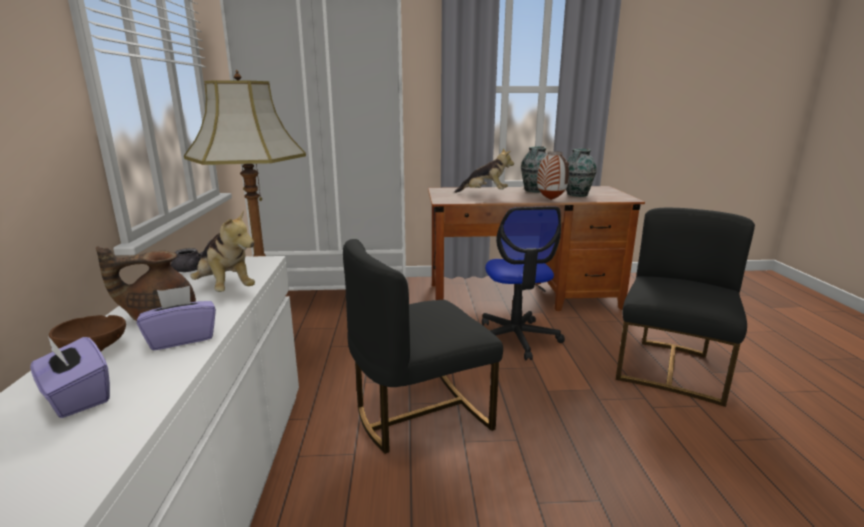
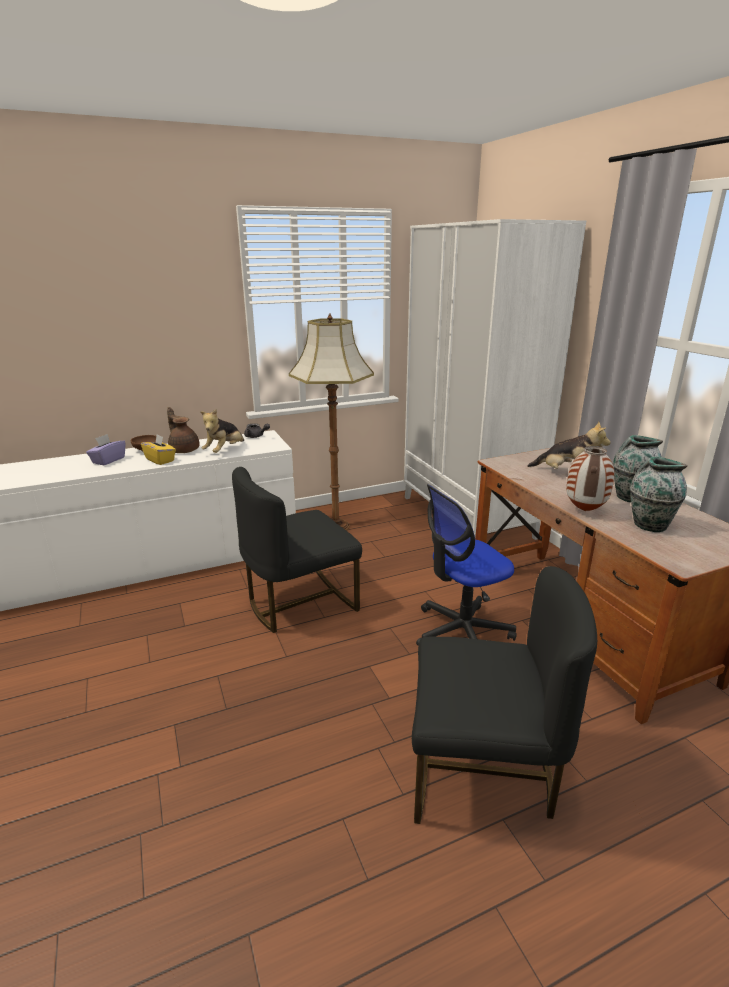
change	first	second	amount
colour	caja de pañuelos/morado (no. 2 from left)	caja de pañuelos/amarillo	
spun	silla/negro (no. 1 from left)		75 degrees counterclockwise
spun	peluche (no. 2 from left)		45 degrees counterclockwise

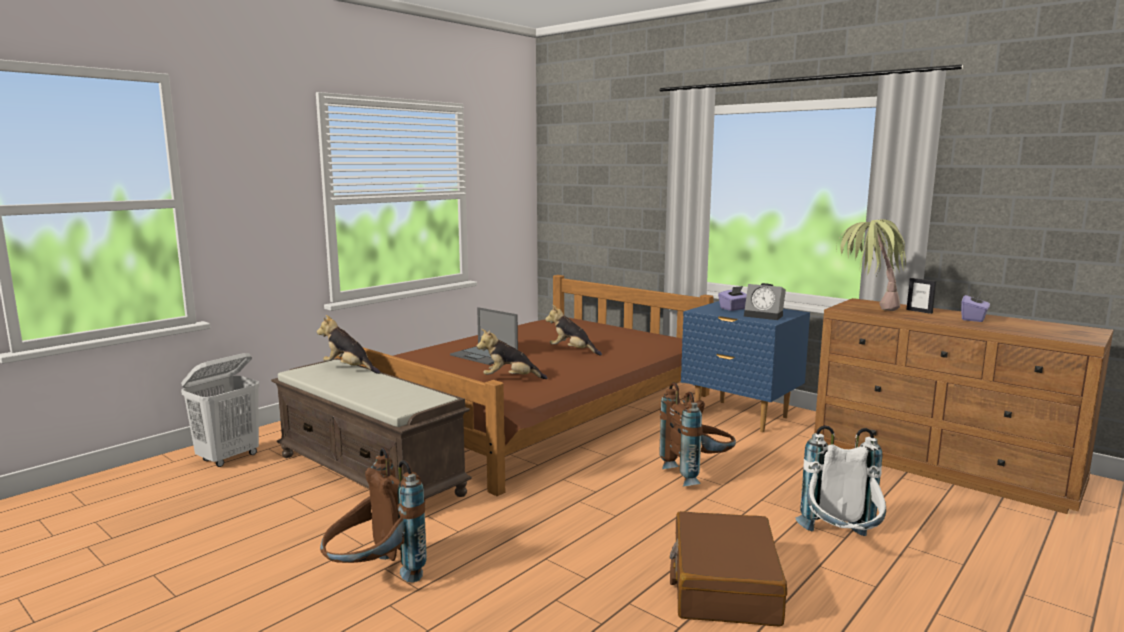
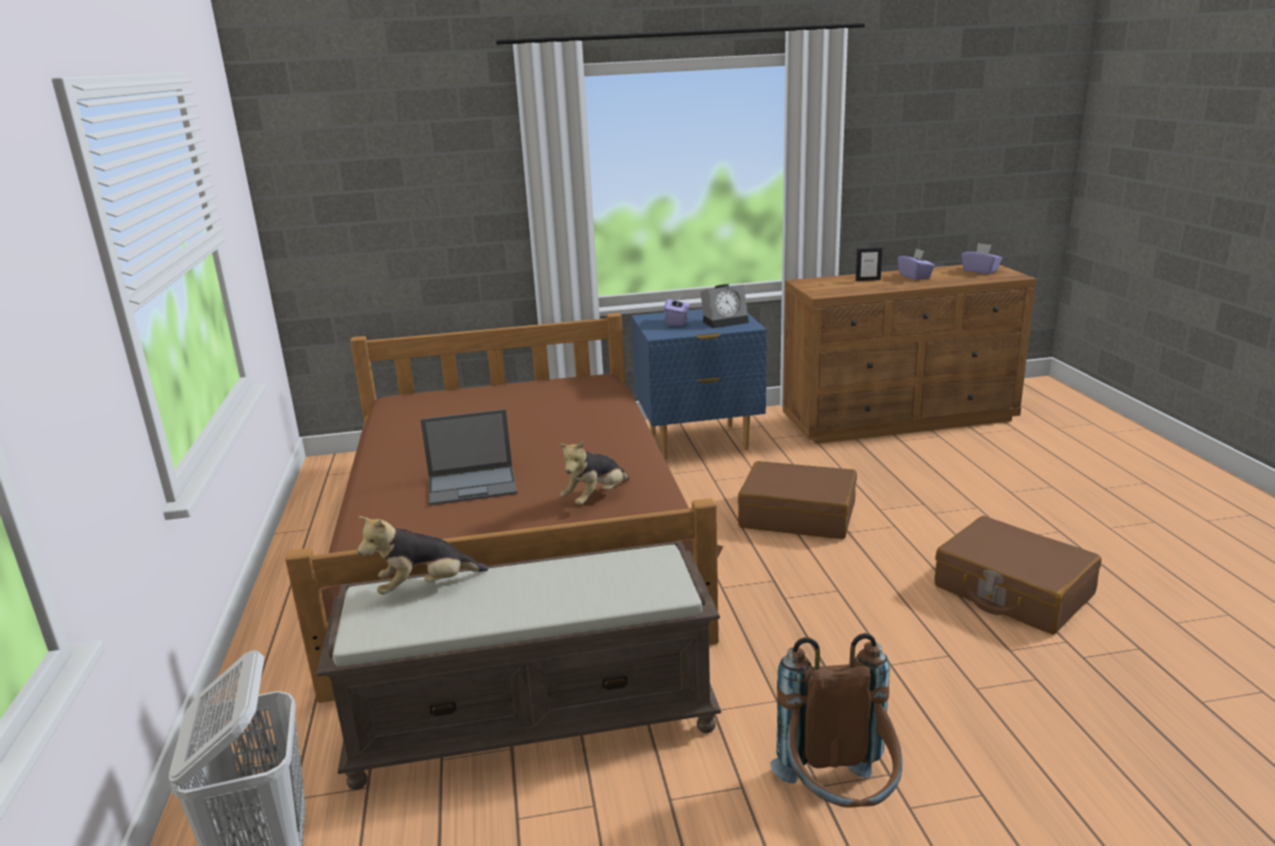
change	first	second	amount
missing	peluche (no. 3 from left)		
missing	mochila/blanco		
missing	planta en maceta		
appeared		caja de pañuelos/morado (no. 3 from left)	
exchanged	mochila/marrón (no. 2 from left)	maleta/marrón (no. 1 from left)	

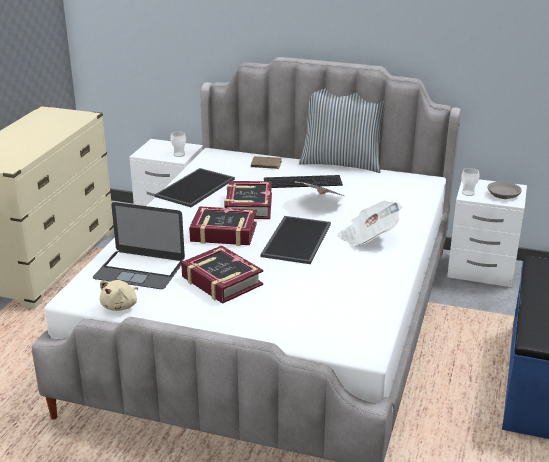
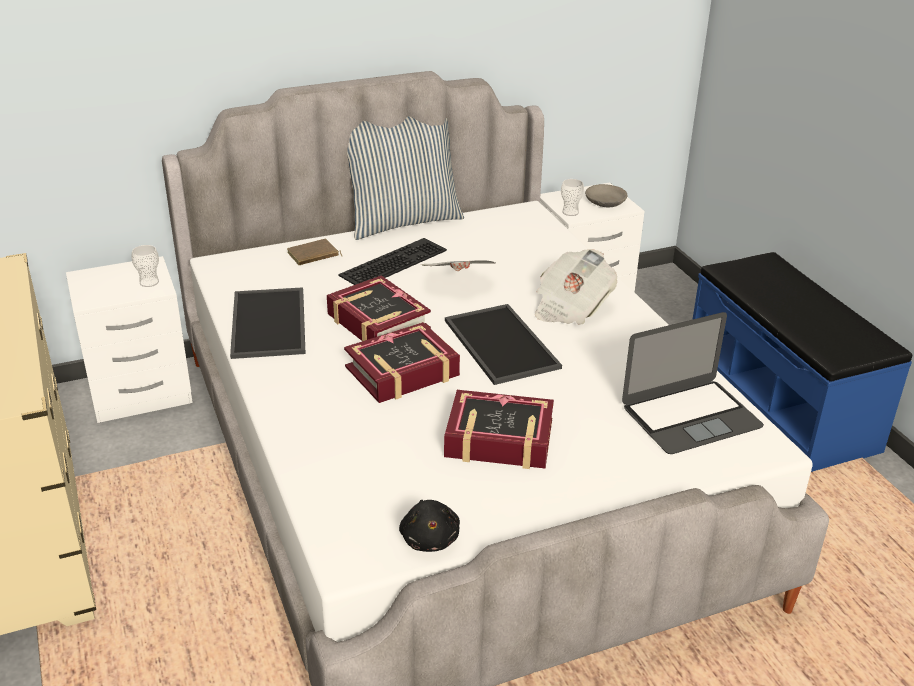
change	first	second	amount
relocated	portátil		
colour	peluche/beis	peluche/negro	

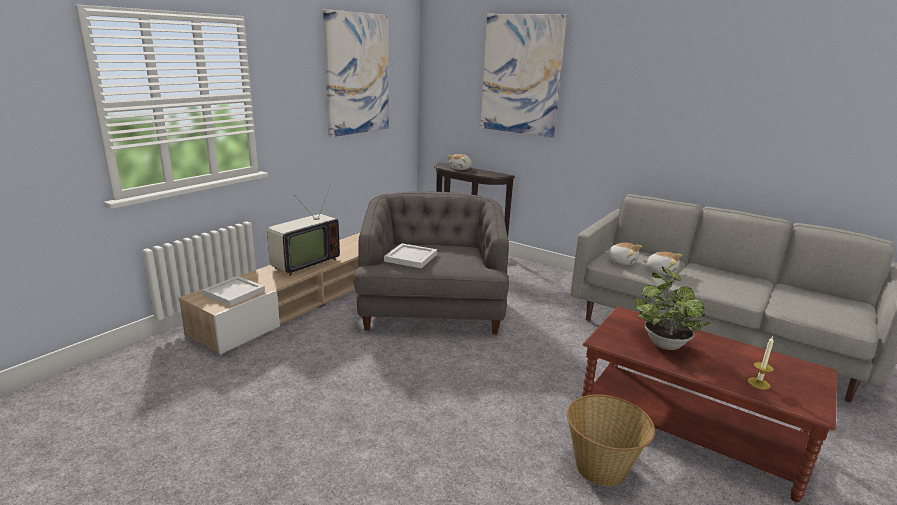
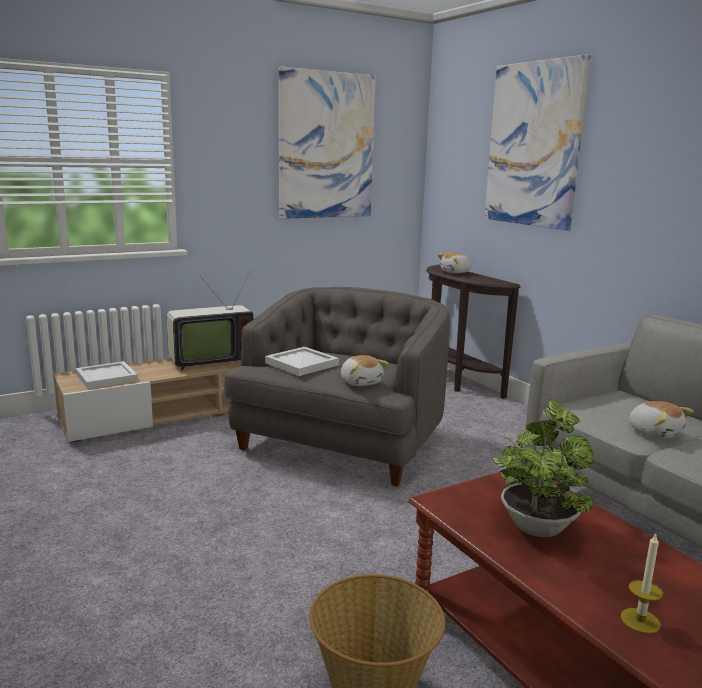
change	first	second	amount
relocated	peluche (no. 2 from left in the first image)	peluche (no. 1 from left)	

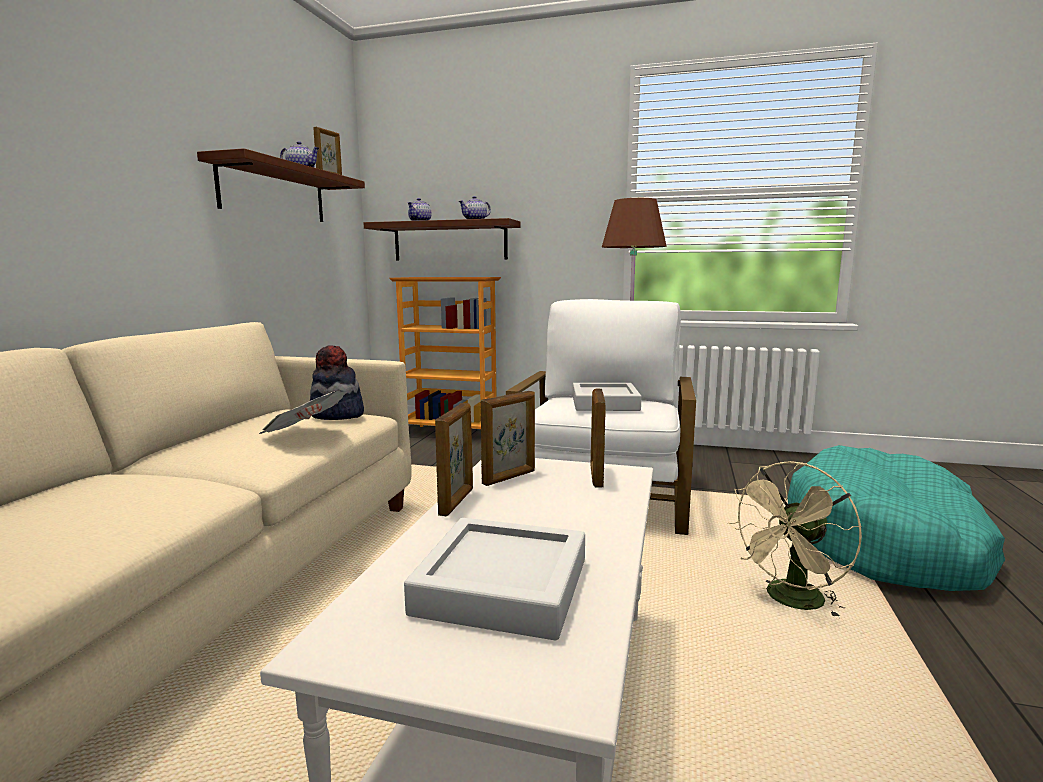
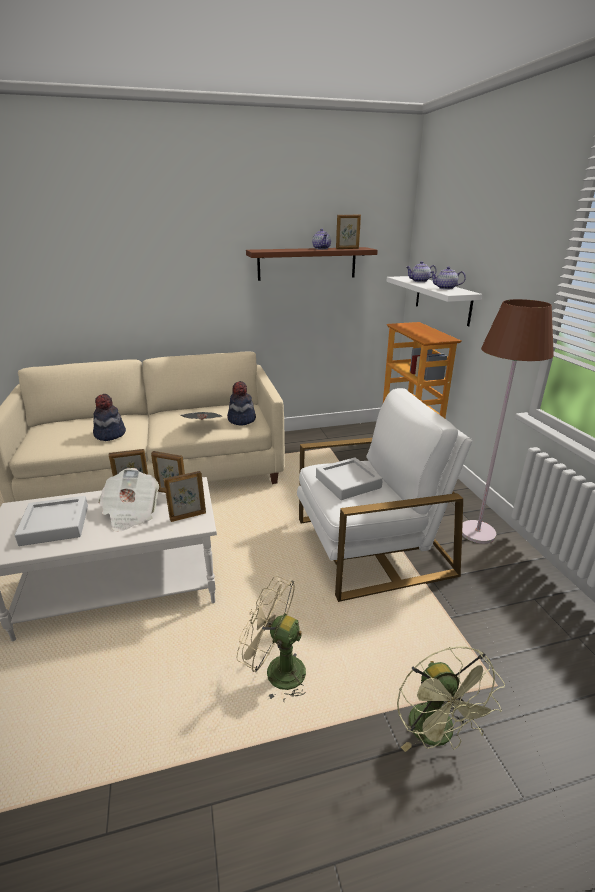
change	first	second	amount
appeared		sombrero (no. 1 from left)	
appeared		periódico (no. 1 from left)	
exchanged	cama para perro/turquesa	ventilador/verde	
colour	estante/marrón (no. 2 from left)	estante/blanco	

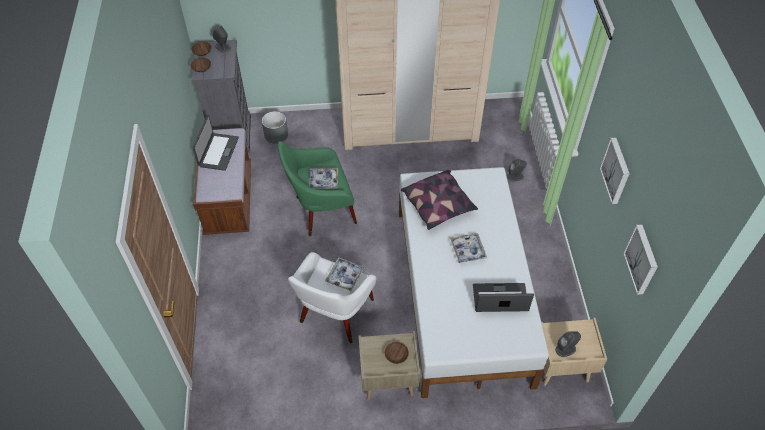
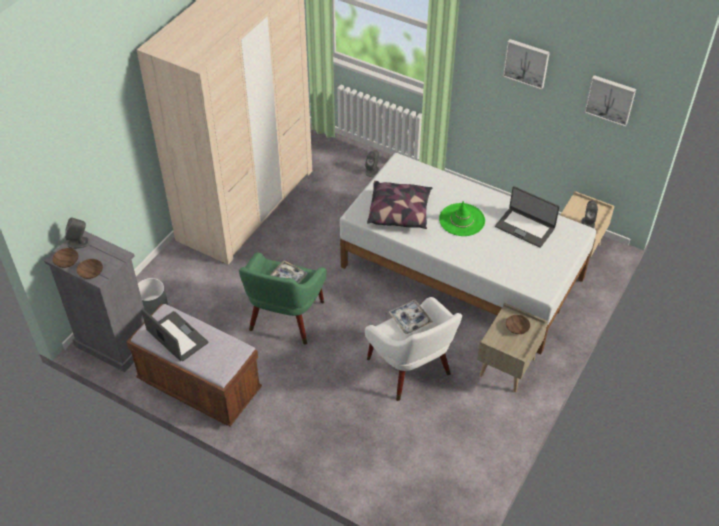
change	first	second	amount
exchanged	bandeja (no. 3 from left)	sombrero/verde	
spun	portátil (no. 2 from left)		90 degrees counterclockwise

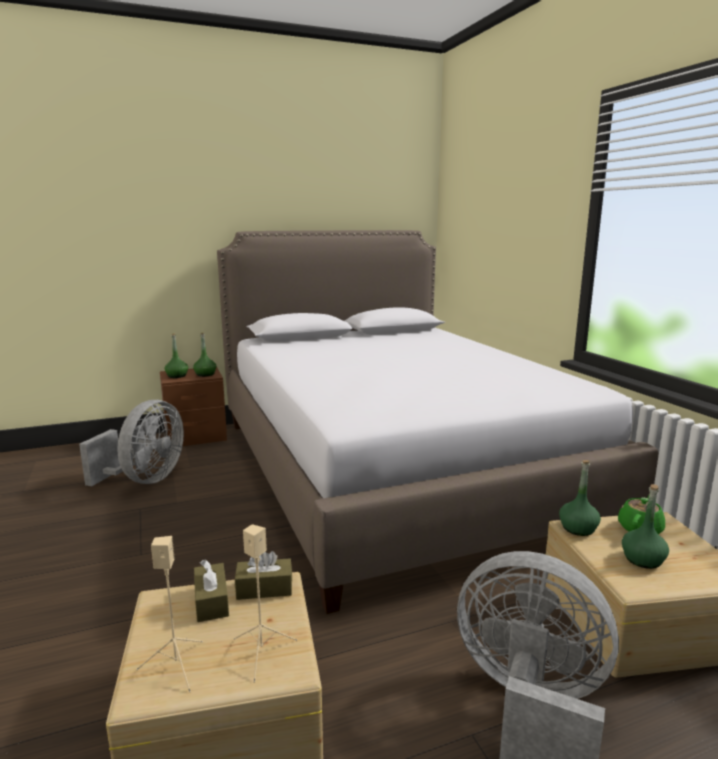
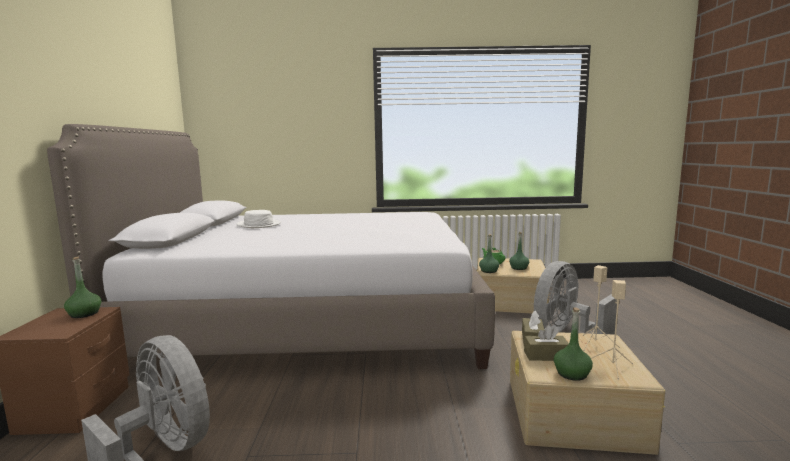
change	first	second	amount
appeared		sombrero/blanco	
relocated	botella/verde (no. 1 from left in the first image)	botella/verde (no. 4 from left)	

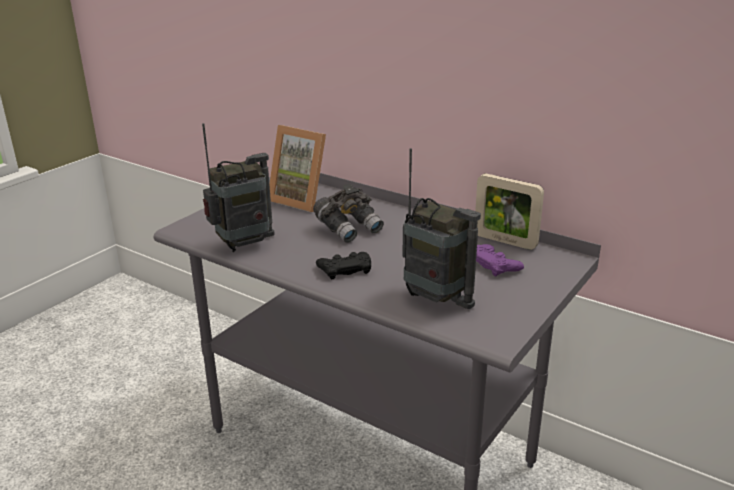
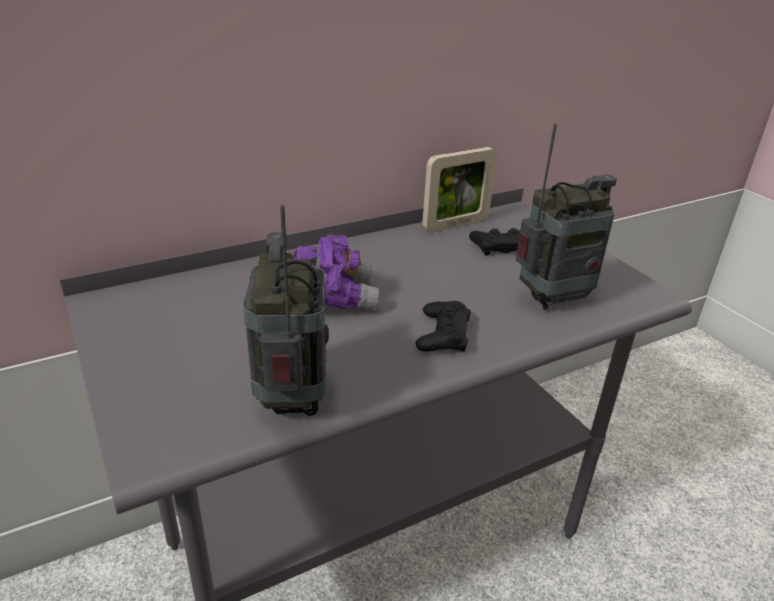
change	first	second	amount
missing	portarretratos (no. 1 from left)		
colour	prismáticos/gris	prismáticos/morado	
colour	mando de consola/morado	mando de consola/negro (no. 2 from left)	

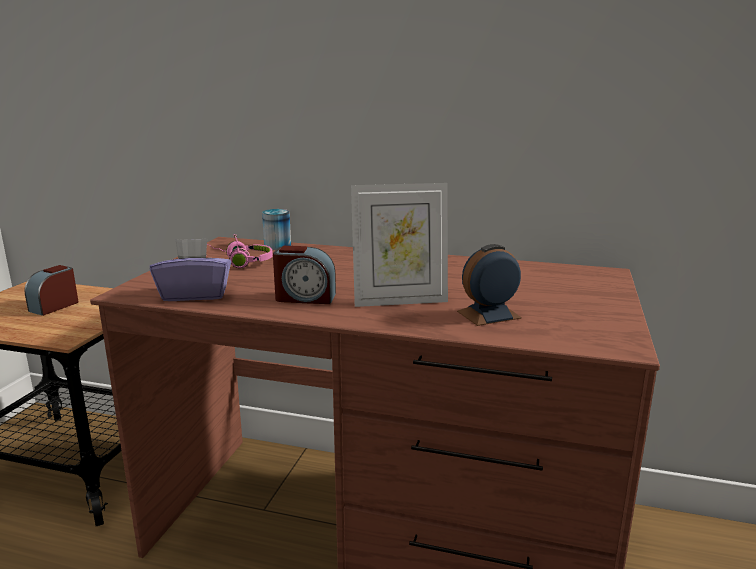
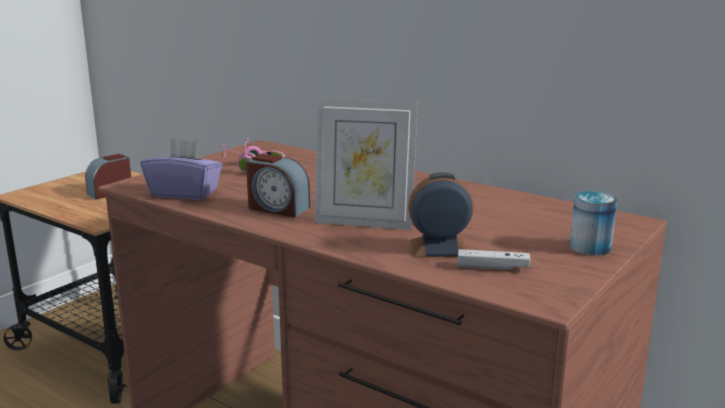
change	first	second	amount
appeared		mando de consola/blanco	
relocated	lata		

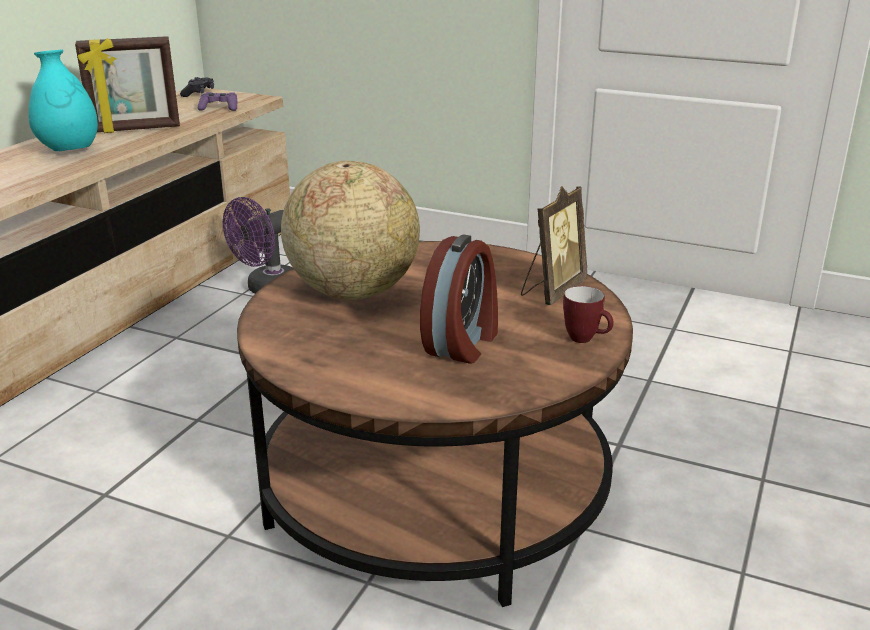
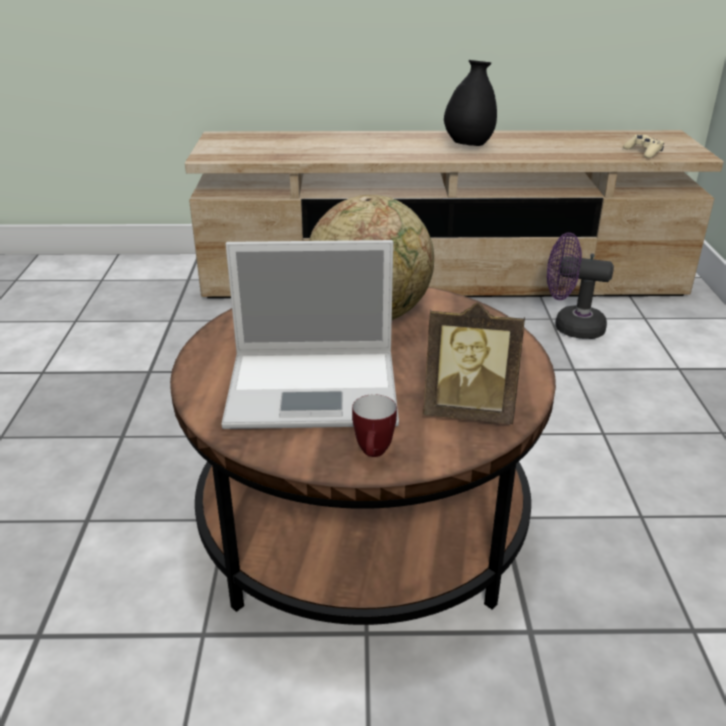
change	first	second	amount
missing	portarretratos (no. 1 from left)		
missing	mando de consola/negro		
exchanged	despertador	portátil	
colour	florero/turquesa	florero/negro	
colour	mando de consola/morado	mando de consola/beis	

